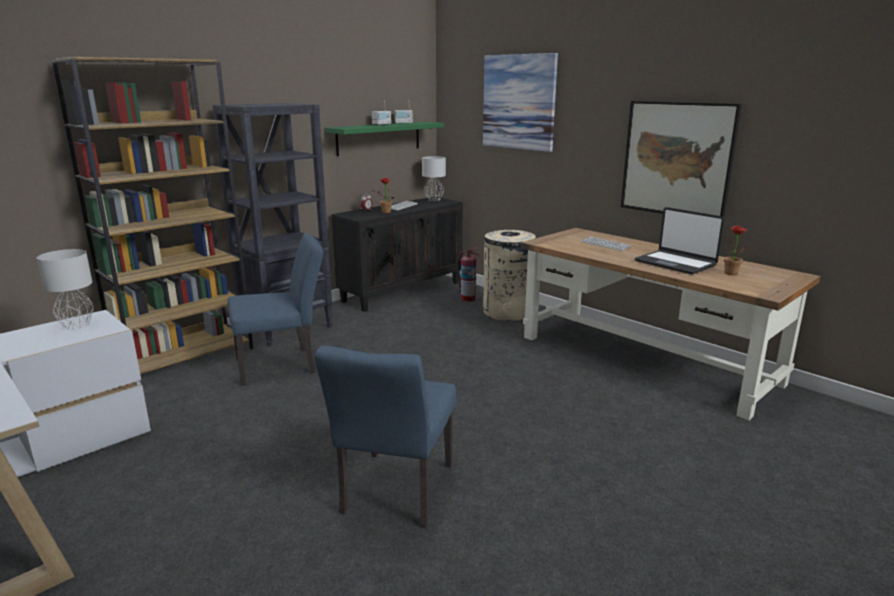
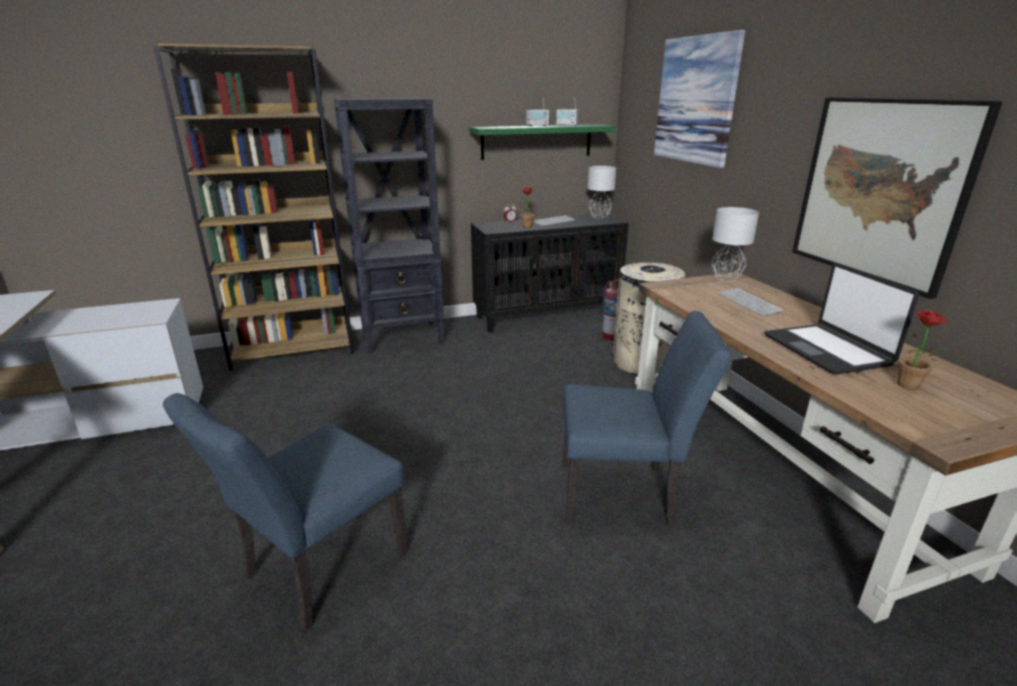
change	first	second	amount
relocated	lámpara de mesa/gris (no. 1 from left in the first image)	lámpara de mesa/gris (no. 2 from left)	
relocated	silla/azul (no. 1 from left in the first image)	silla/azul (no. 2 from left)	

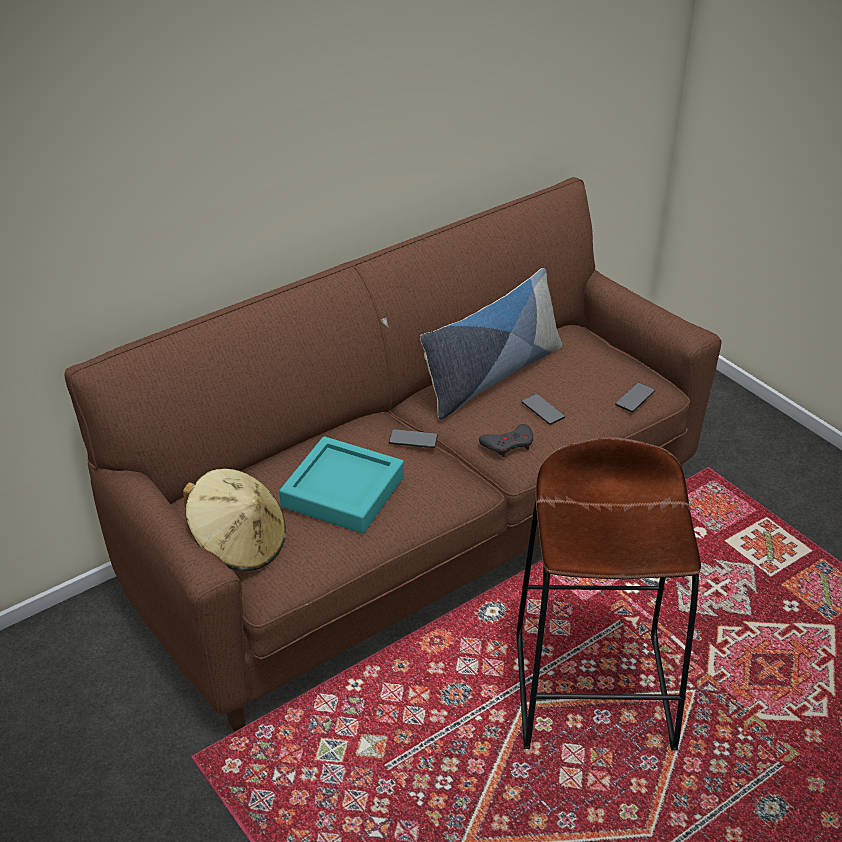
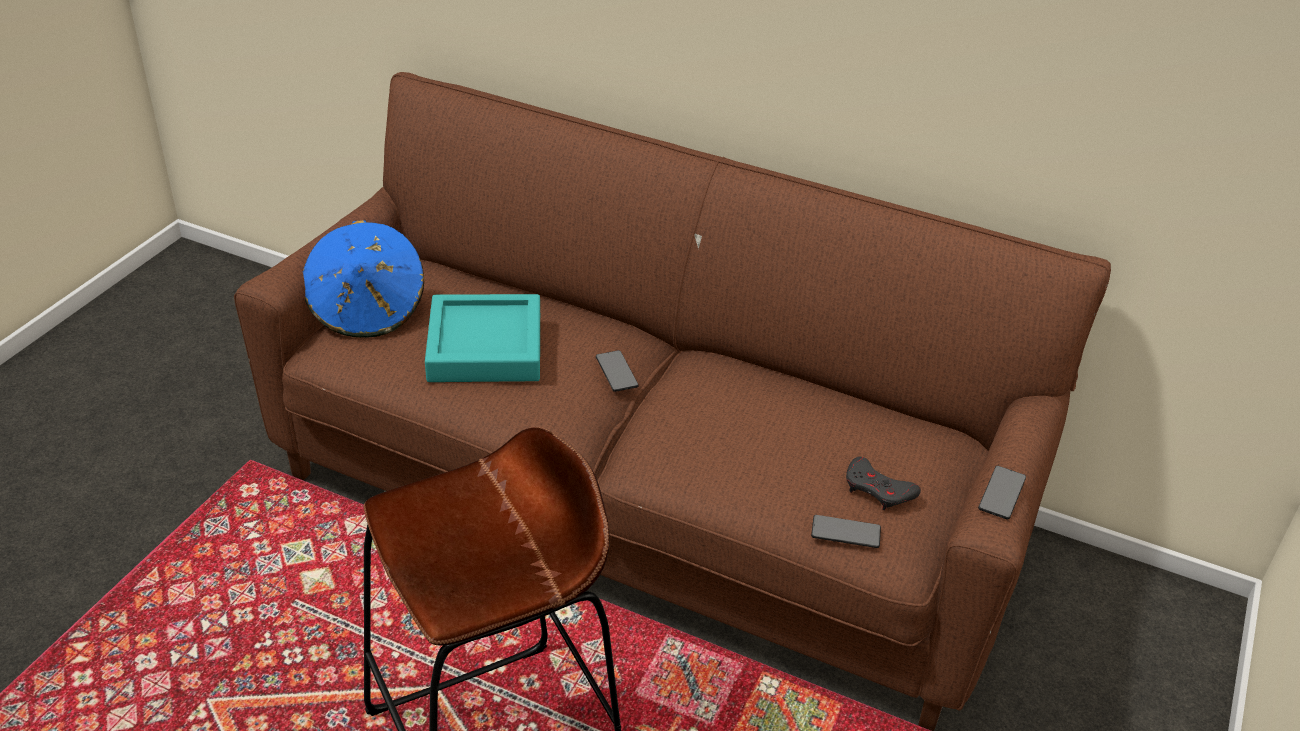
change	first	second	amount
missing	cojín		
relocated	mando de consola/gris		
relocated	móvil (no. 2 from left in the first image)	móvil (no. 3 from left)	
colour	sombrero/beis	sombrero/azul	

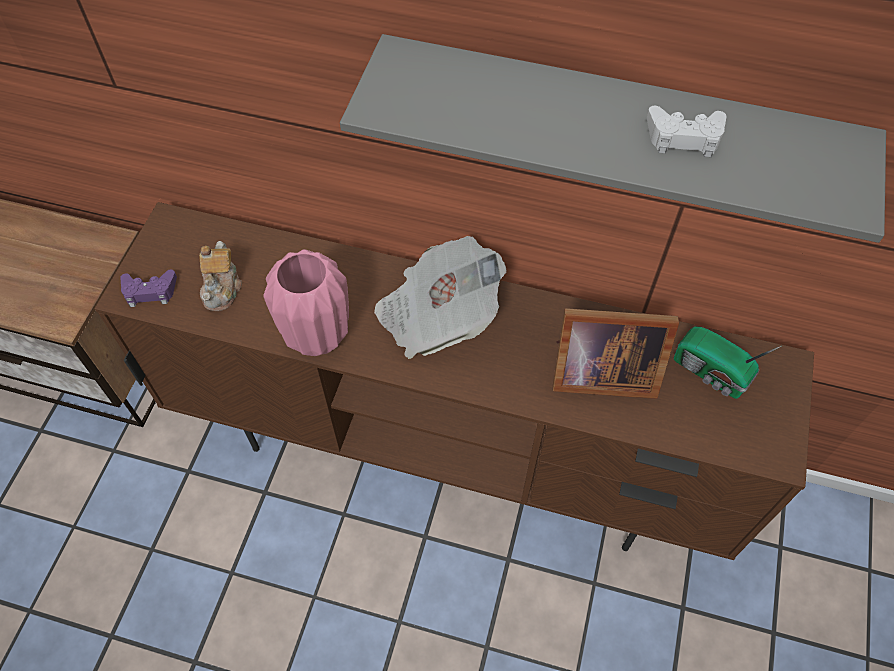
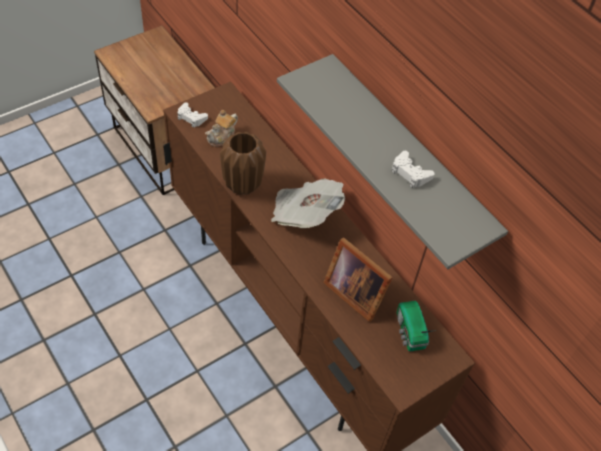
change	first	second	amount
colour	mando de consola/morado	mando de consola/blanco (no. 1 from left)	
colour	florero/rosa	florero/marrón	

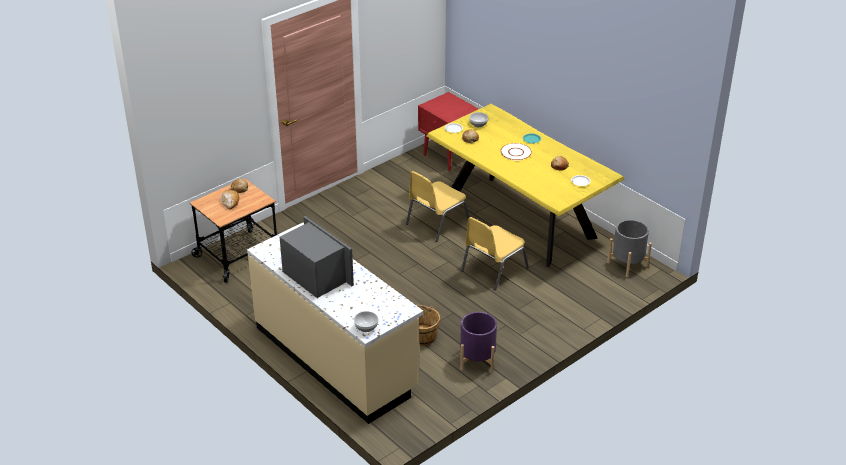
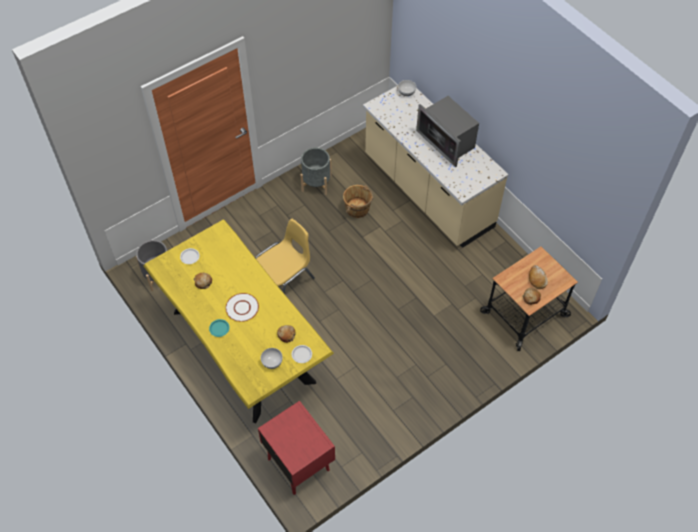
change	first	second	amount
missing	silla/amarillo (no. 1 from left)		
colour	maceta/morado	maceta/gris (no. 2 from left)	

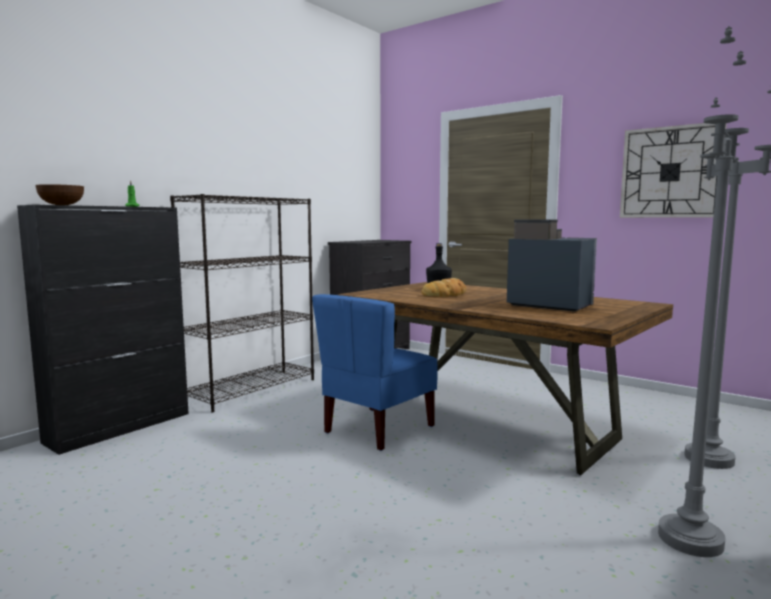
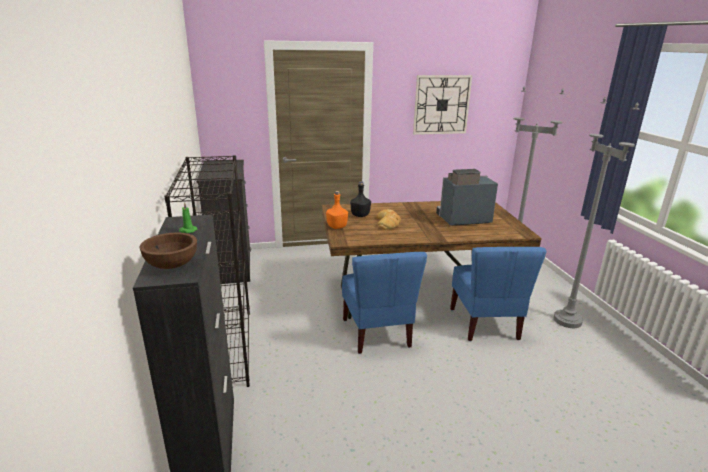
change	first	second	amount
appeared		botella/naranja	
appeared		silla/azul (no. 2 from left)	

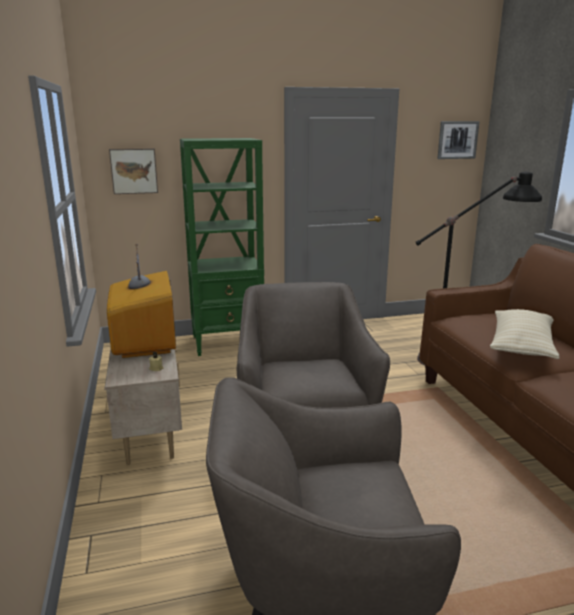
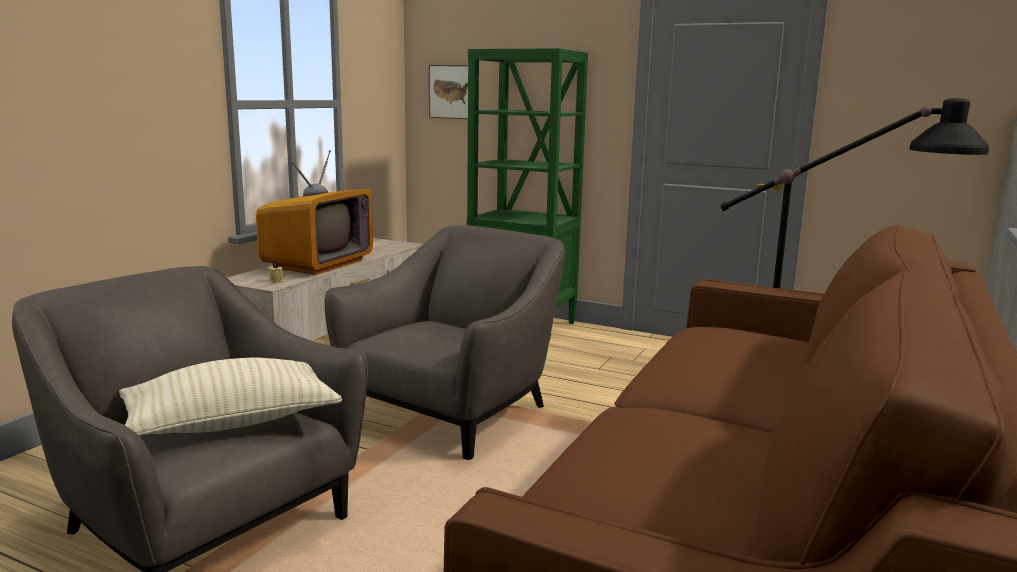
change	first	second	amount
missing	cuadro (no. 2 from left)		
relocated	cojín/beis		

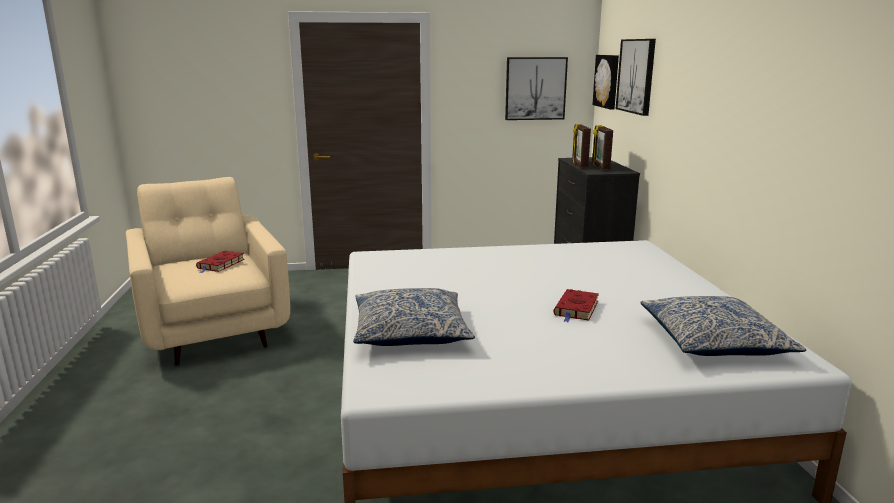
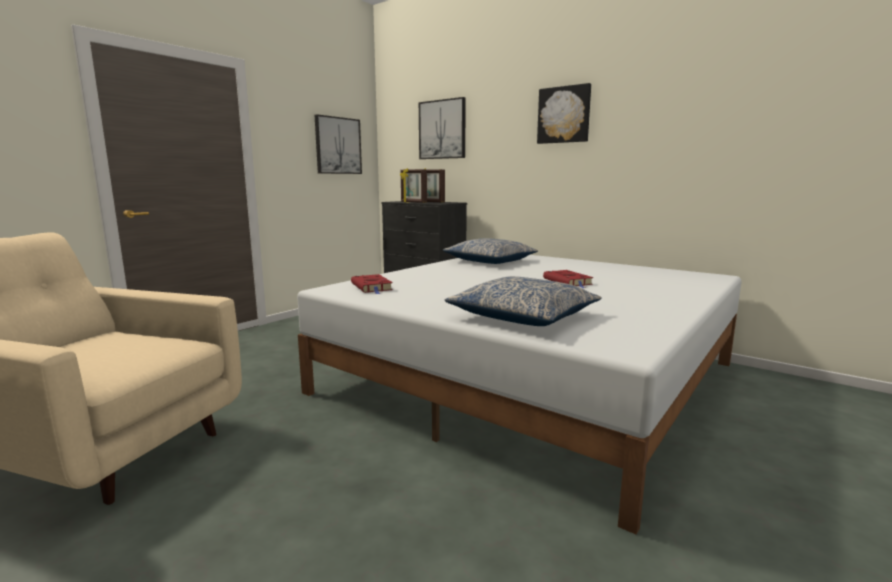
change	first	second	amount
relocated	libro/rojo (no. 1 from left)		
relocated	cuadro (no. 2 from left in the first image)	cuadro (no. 3 from left)	
relocated	cojín (no. 2 from left in the first image)	cojín (no. 1 from left)	

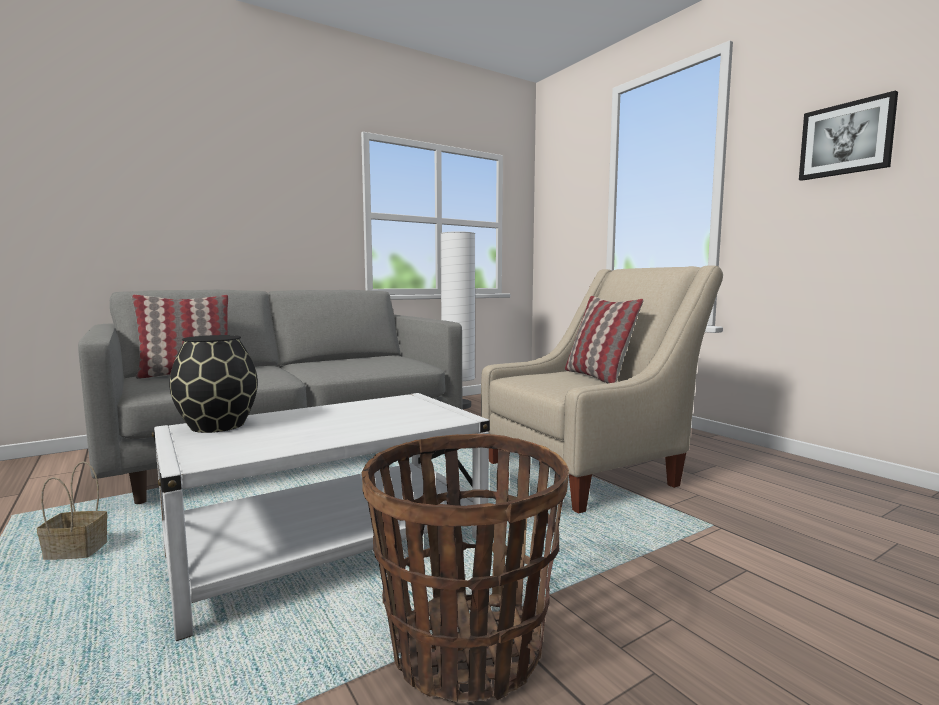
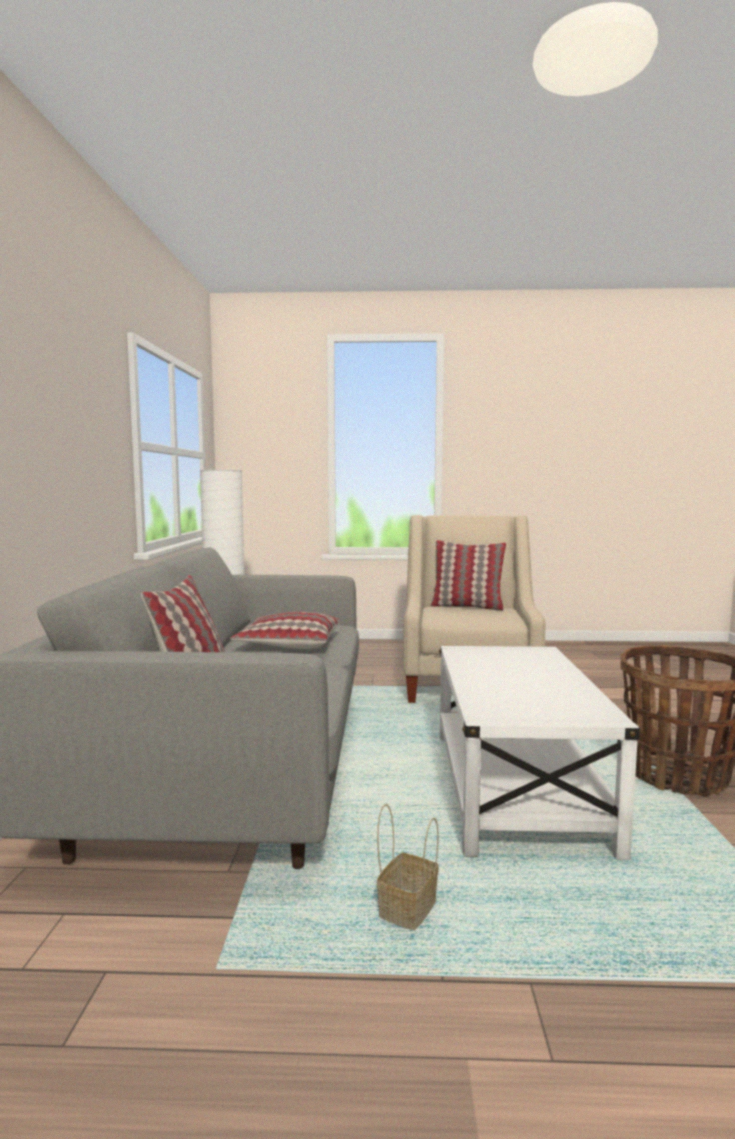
change	first	second	amount
missing	florero/negro		
missing	cuadro		
appeared		cojín (no. 2 from left)	

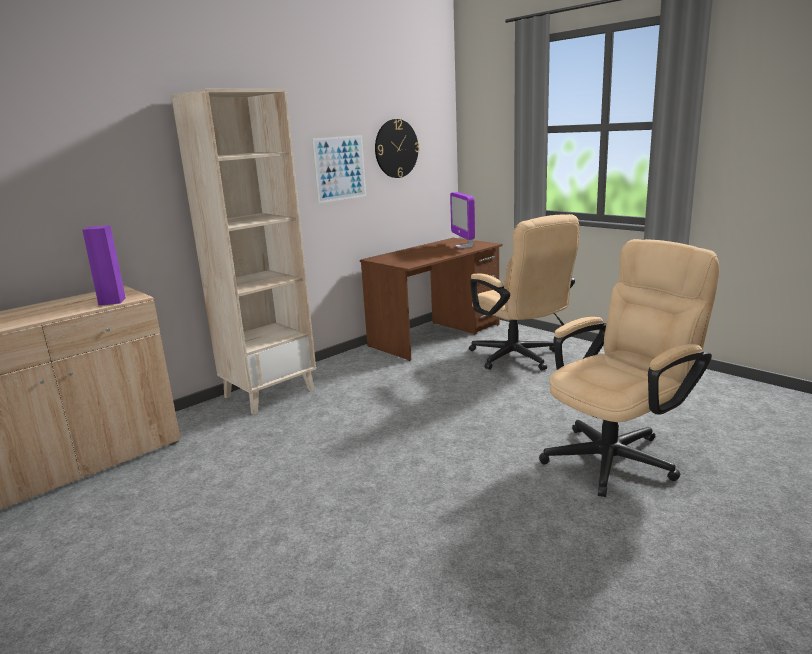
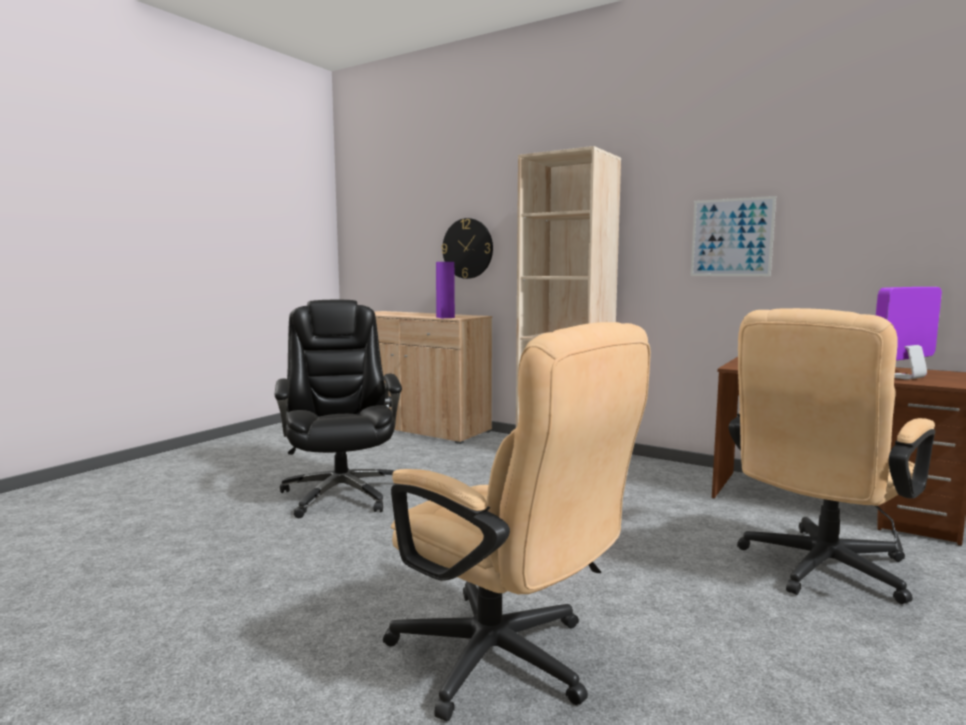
change	first	second	amount
appeared		silla de oficina/negro	
relocated	reloj de pared		

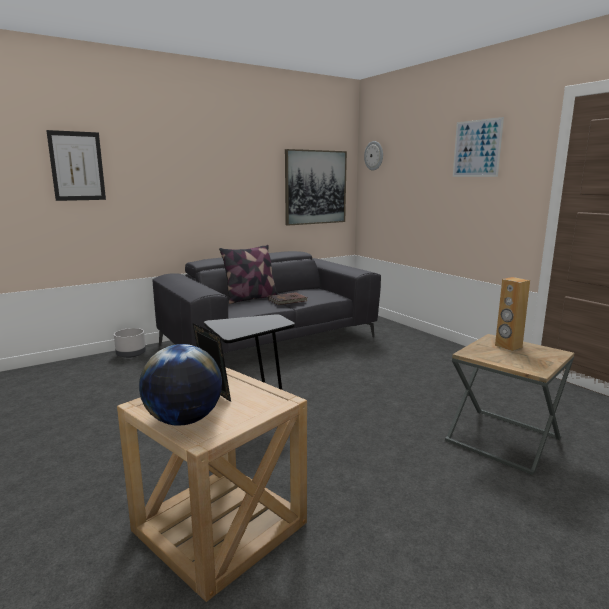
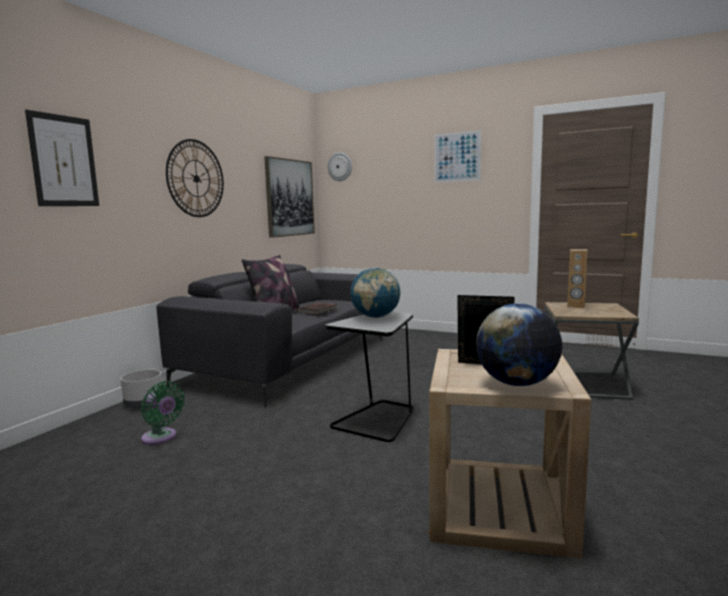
change	first	second	amount
appeared		ventilador/verde	
appeared		reloj de pared (no. 1 from left)	
appeared		globo terráqueo (no. 1 from left)	

